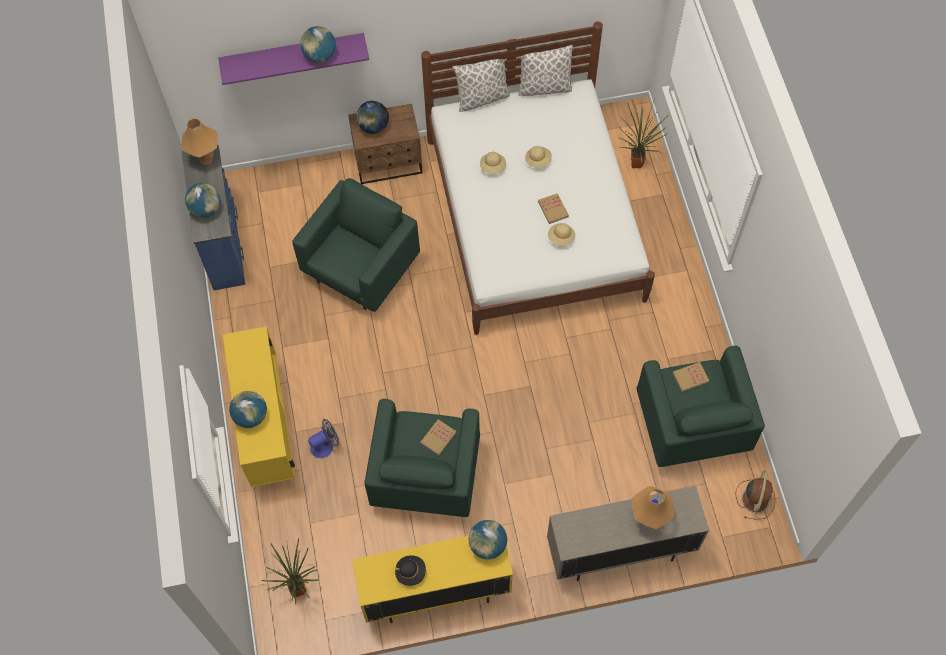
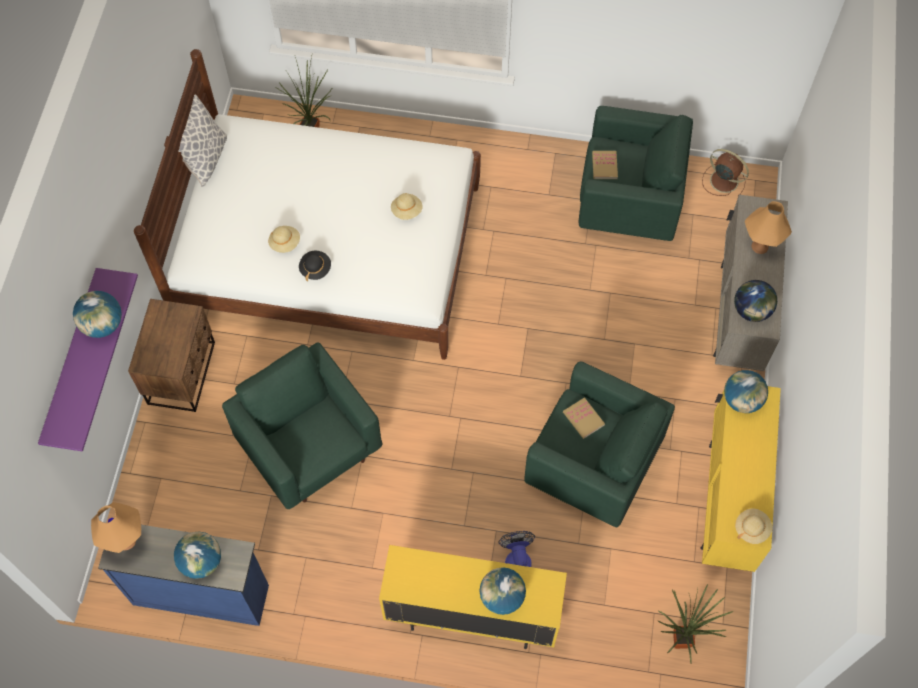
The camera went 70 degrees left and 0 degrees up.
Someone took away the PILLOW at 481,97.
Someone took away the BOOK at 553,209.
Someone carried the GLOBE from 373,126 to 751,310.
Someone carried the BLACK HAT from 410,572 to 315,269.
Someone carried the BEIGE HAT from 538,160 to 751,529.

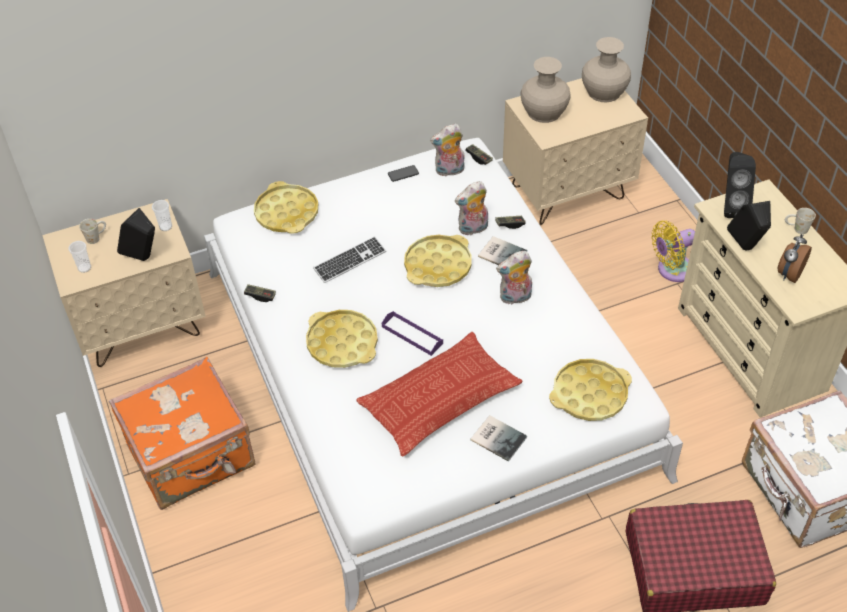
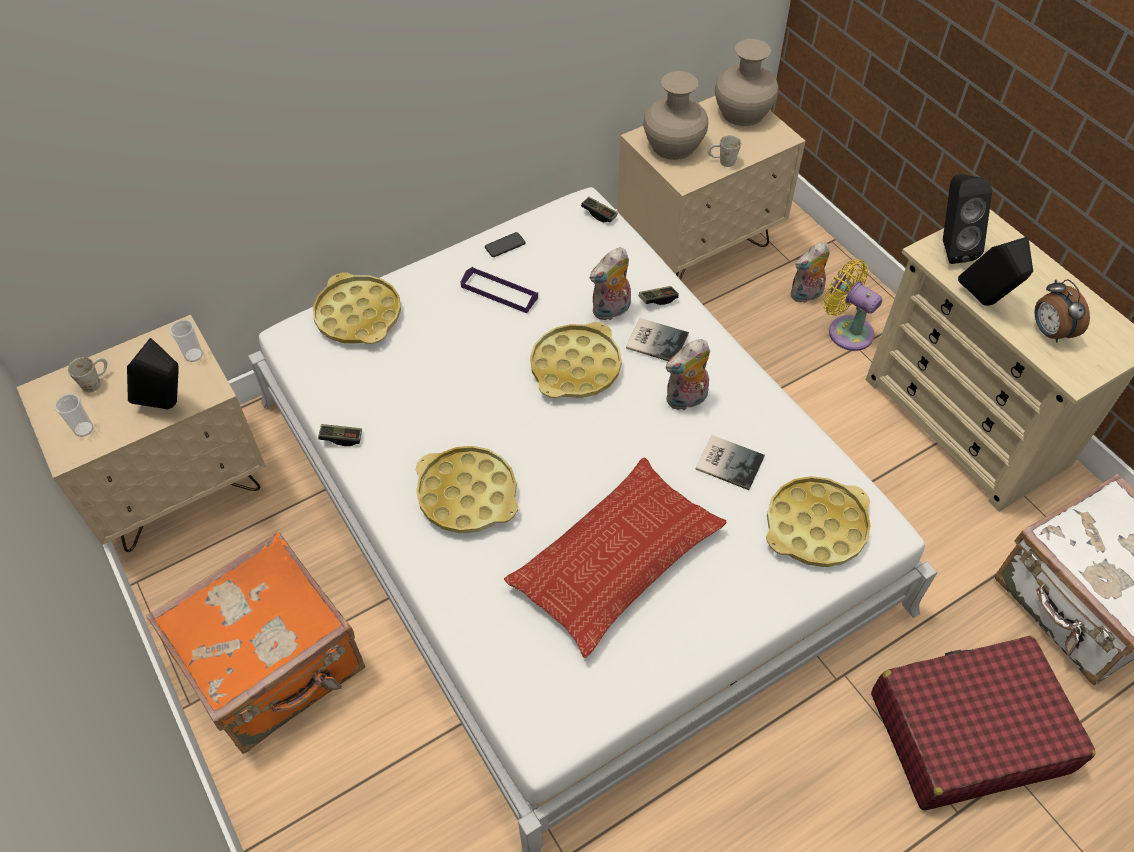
The camera went 10 degrees left and 5 degrees up.
Someone took away the KEYBOARD at 350,261.
Someone carried the PURPLE TRAY from 412,335 to 499,292.
Someone carried the PLUSH TOY from 449,171 to 806,295.
Someone carried the BOOK from 498,437 to 728,461.
Someone carried the WHITE MUG from 796,229 to 722,161.
Someone rotated the YELLOW FAN at 671,270 by 75 degrees clockwise.
Someone rotated the ALARM CLOCK at 788,274 by 45 degrees counterclockwise.

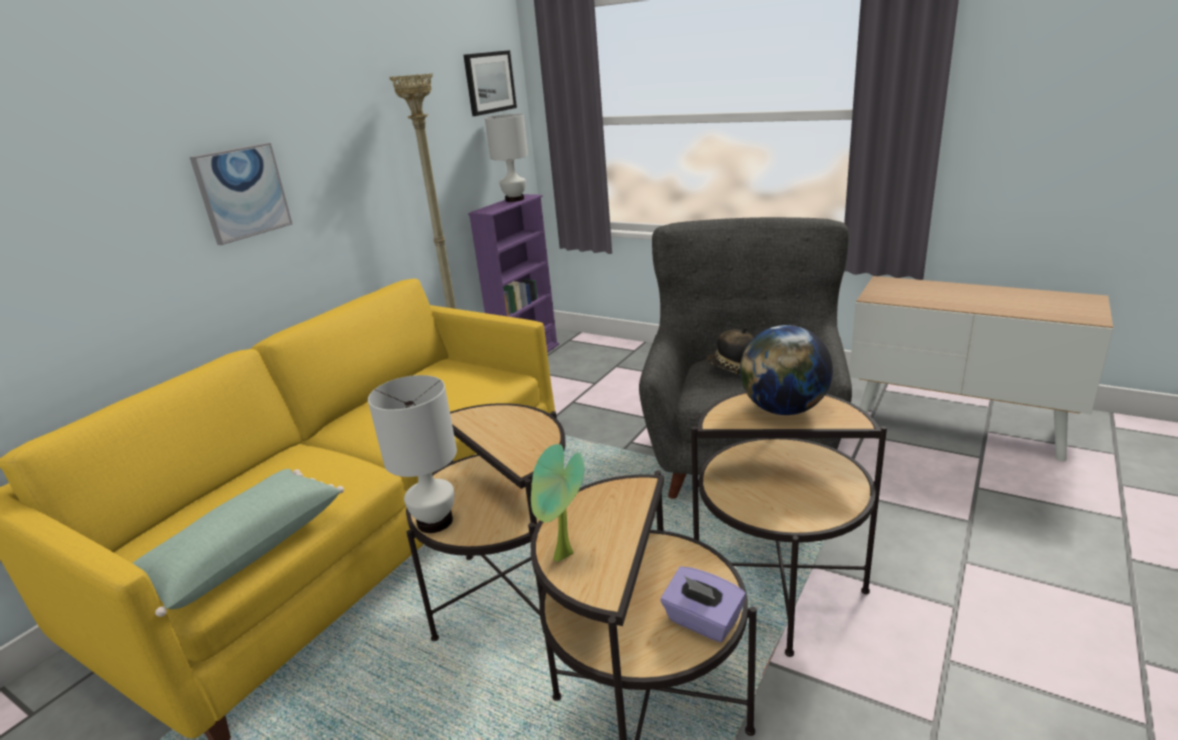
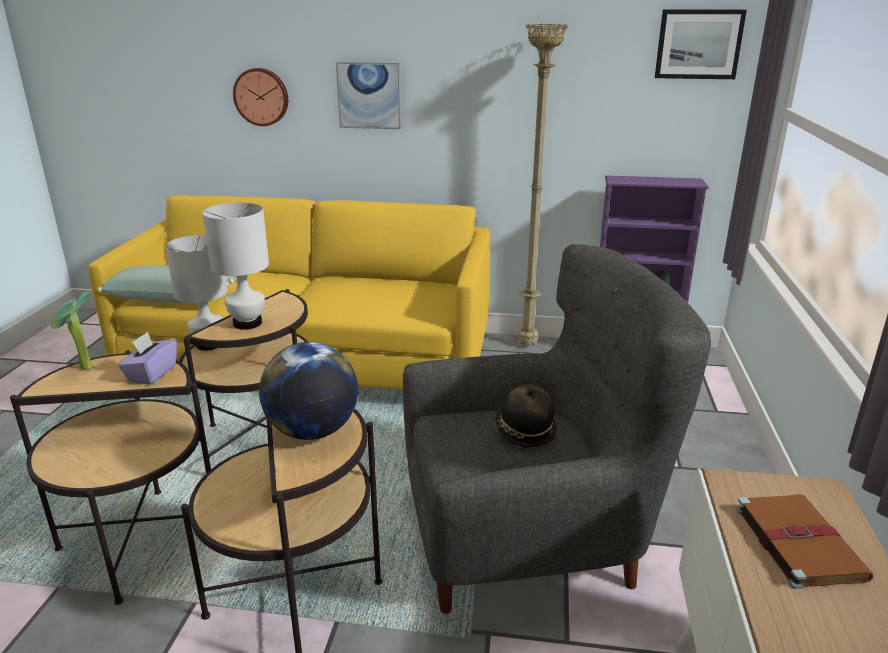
The camera went 65 degrees right and 0 degrees up.
Someone put up the WALL CLOCK at 261,97.
Someone put down the BROWN BOOK at 796,541.
Someone carried the WHITE TABLE LAMP from 515,199 to 247,323.
Someone carried the PURPLE TISSUE BOX from 702,621 to 152,374.

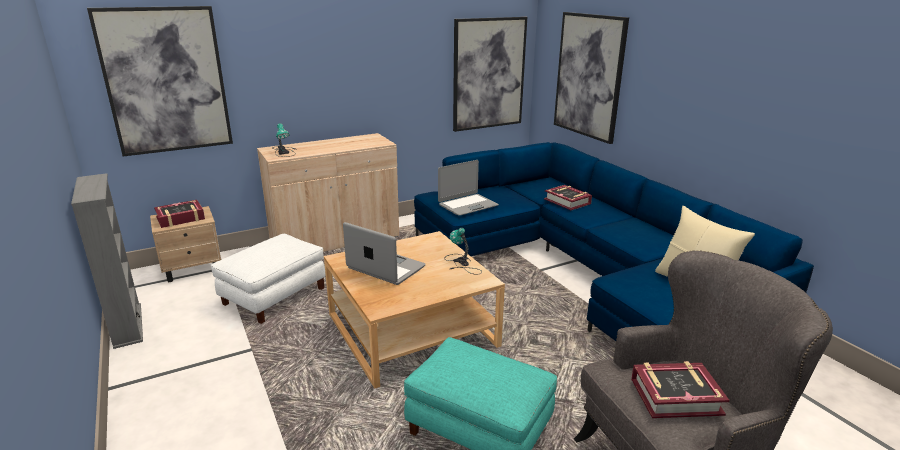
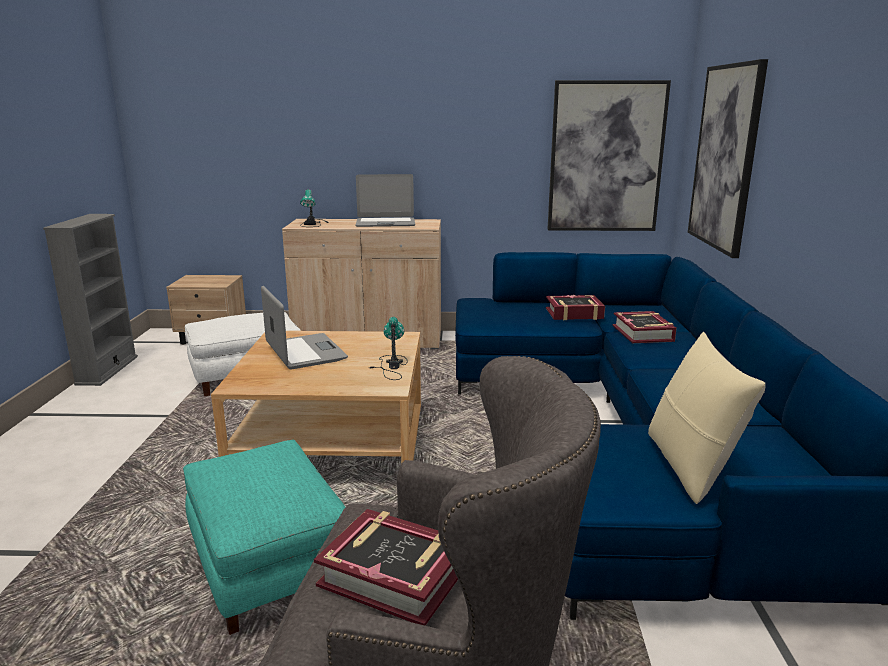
The camera went 30 degrees right and 5 degrees down.
Someone took away the PICTURE at 166,81.
Someone carried the BOOK from 180,218 to 574,313.
Someone carried the LAPTOP from 468,205 to 385,223.

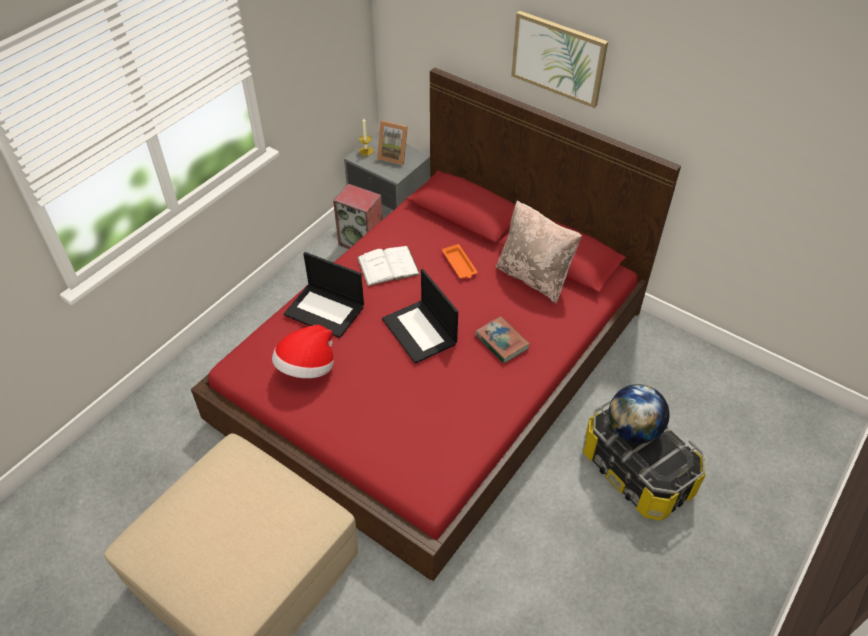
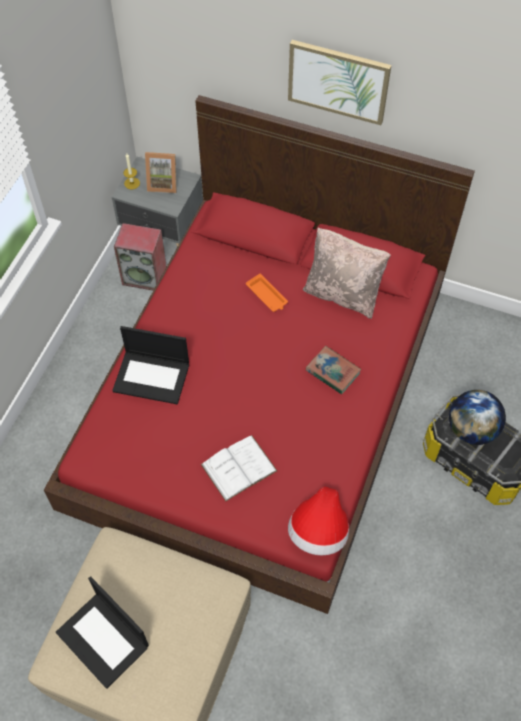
The camera went 15 degrees left and 10 degrees up.
Someone carried the HAT from 307,367 to 318,532.
Someone carried the WHITE BOOK from 388,266 to 239,467.
Someone carried the LAPTOP from 420,331 to 104,639.

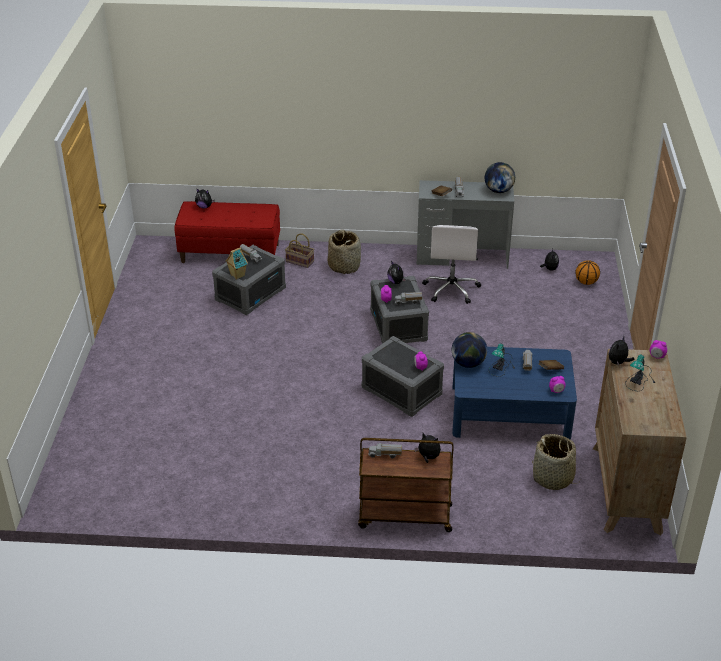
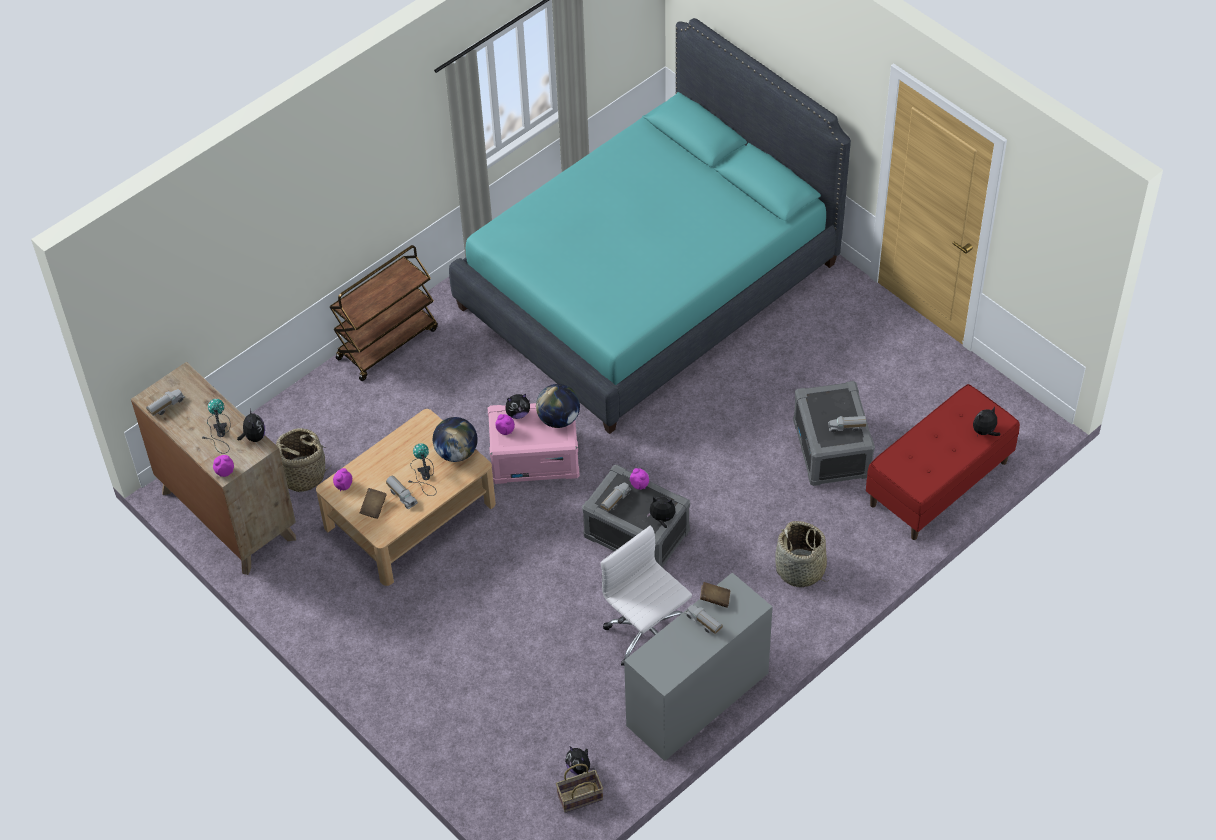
The camera went 135 degrees right and 15 degrees up.
Someone took away the TOY HOUSE at 237,275.
Someone took away the BASKETBALL at 586,282.
Someone put down the TURQUOISE BED at 649,285.
Someone carried the BASKET from 300,261 to 579,798.
Someone carried the TOY TRUCK from 385,455 to 166,406.
Someone carried the PLUSH TOY from 428,457 to 518,413.
Someone carried the GLOBE from 498,191 to 558,419.
Someone repainted the GREY STORAGE BOX at 401,391, which became the PINK STORAGE BOX at 535,457.
Someone repainted the BLUE COFFEE TABLE at 509,413, which became the BEIGE COFFEE TABLE at 410,515.

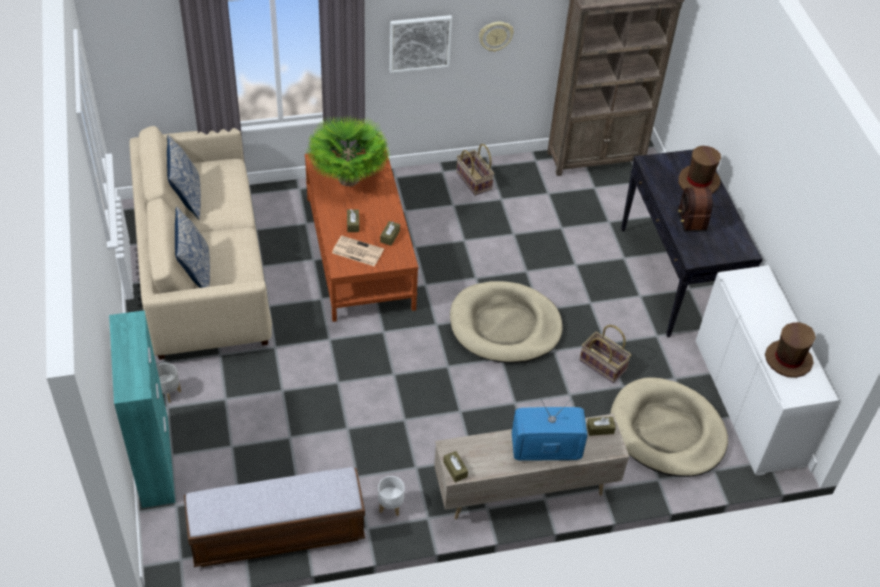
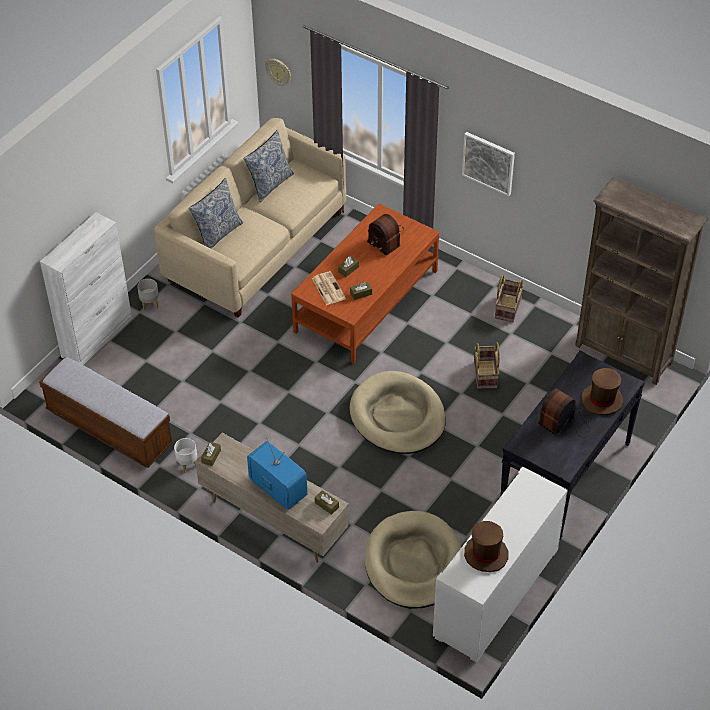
The camera went 50 degrees right and 0 degrees up.
Someone carried the WALL CLOCK from 495,35 to 278,71.
Someone carried the BASKET from 603,365 to 486,375.
Someone swapped the POTTED PLANT at 349,178 for the RADIO at 385,238.
Someone repainted the TURQUOISE CABINET at 155,461, which became the WHITE CABINET at 97,337.

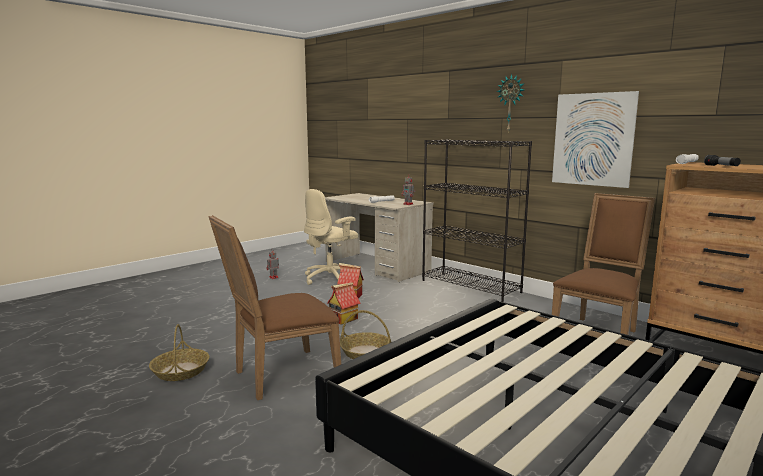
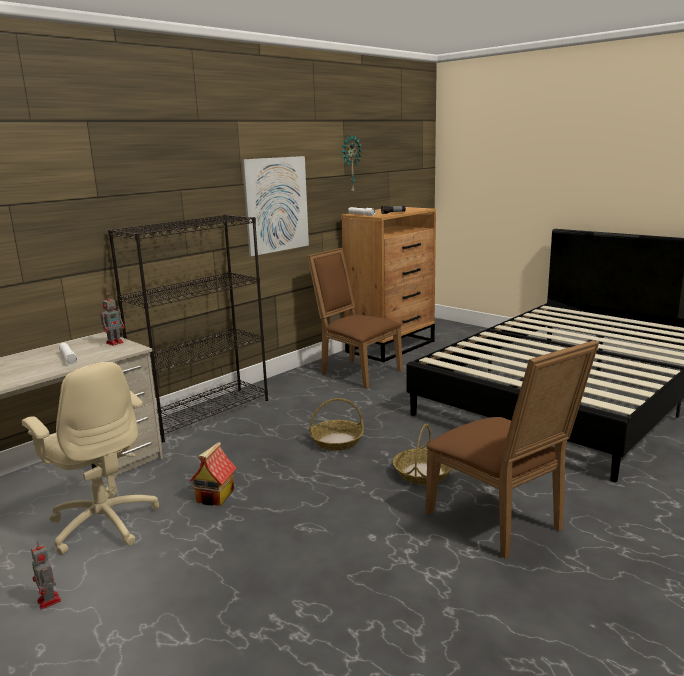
The camera went 90 degrees left and 5 degrees up.
Someone took away the TOY HOUSE at 343,319.
Someone carried the BASKET from 180,371 to 337,441.
Someone carried the WALL CLOCK from 511,103 to 350,164.

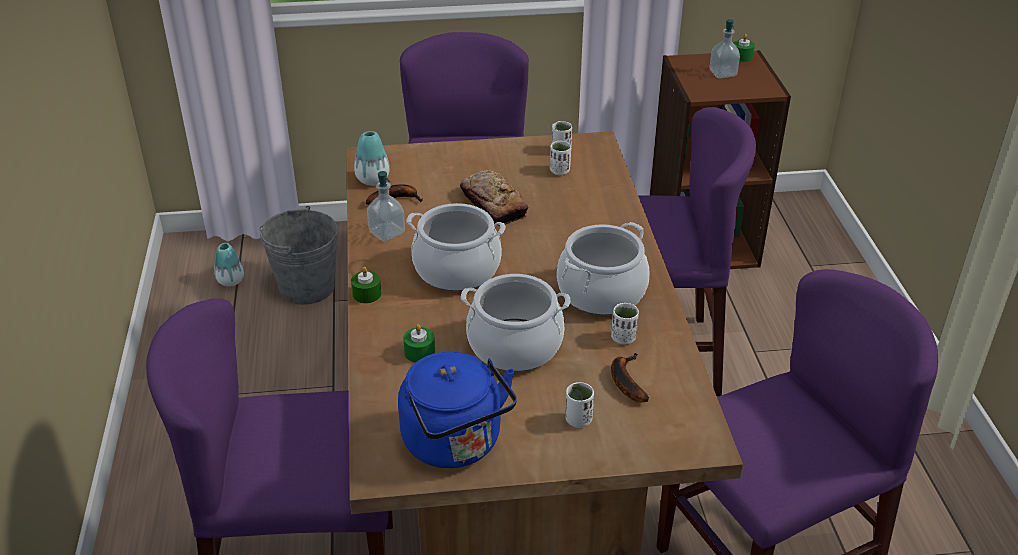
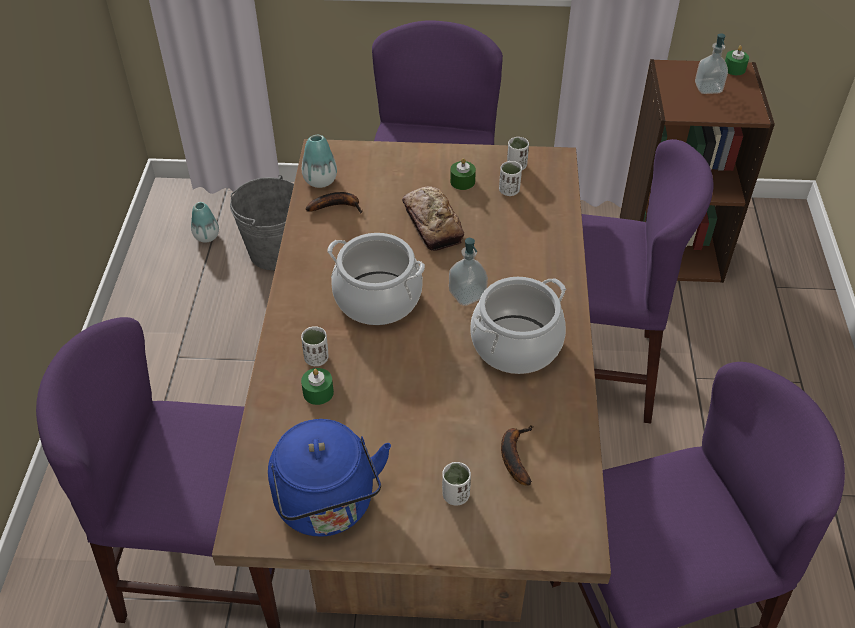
The camera went 10 degrees right and 10 degrees up.
Someone took away the COOKING POT at 515,345.
Someone carried the GREEN CANDLE from 367,294 to 462,181.
Someone carried the SOAP DISPENSER from 387,233 to 467,294.
Someone carried the WHITE CUP from 623,338 to 316,358.

